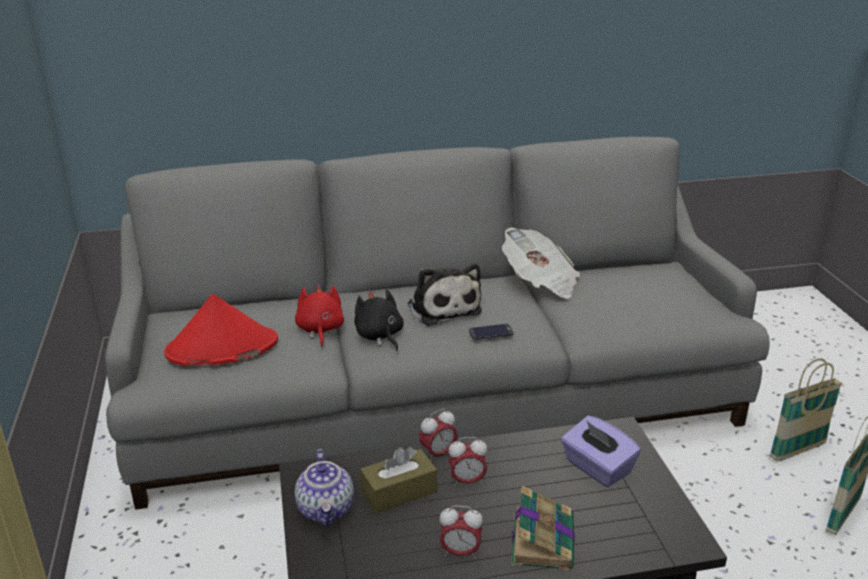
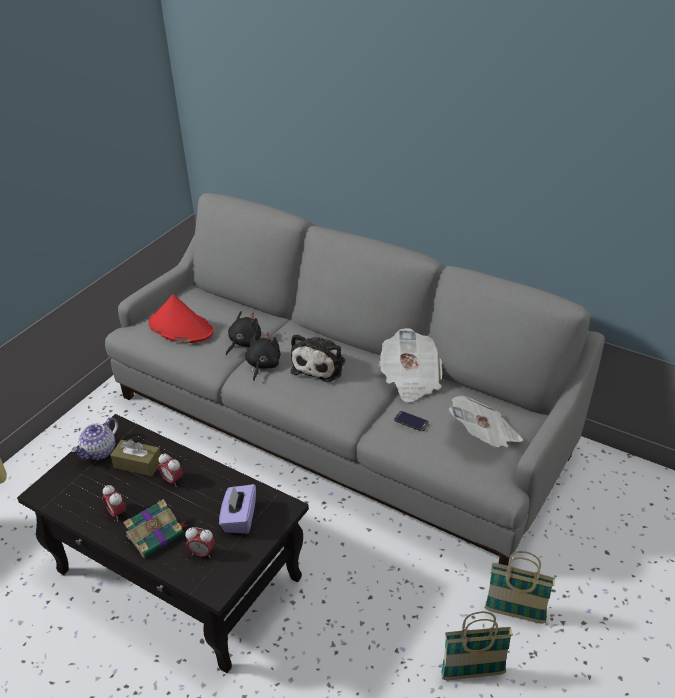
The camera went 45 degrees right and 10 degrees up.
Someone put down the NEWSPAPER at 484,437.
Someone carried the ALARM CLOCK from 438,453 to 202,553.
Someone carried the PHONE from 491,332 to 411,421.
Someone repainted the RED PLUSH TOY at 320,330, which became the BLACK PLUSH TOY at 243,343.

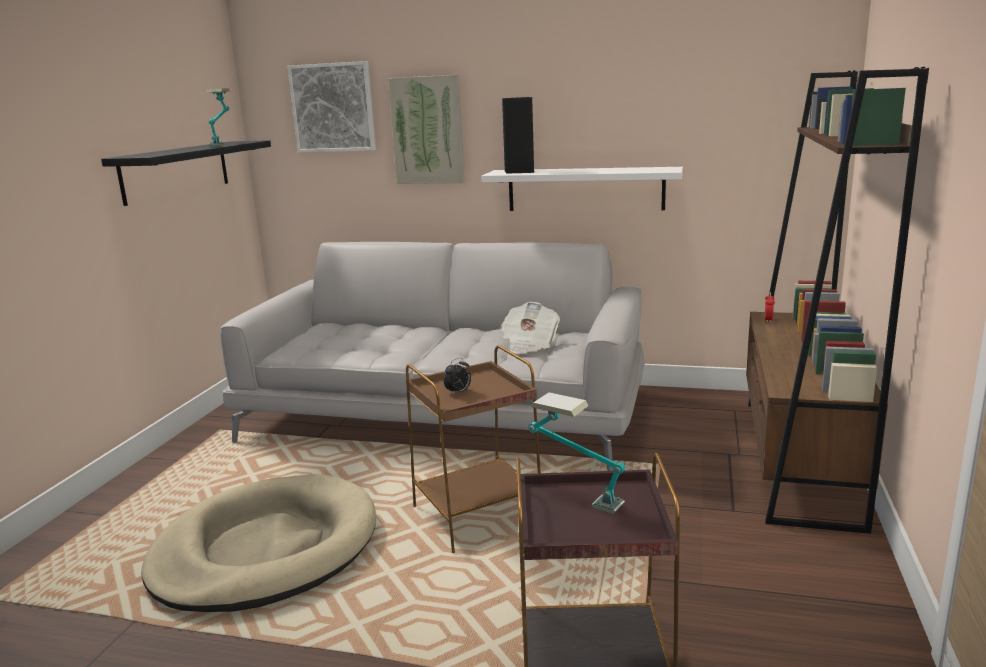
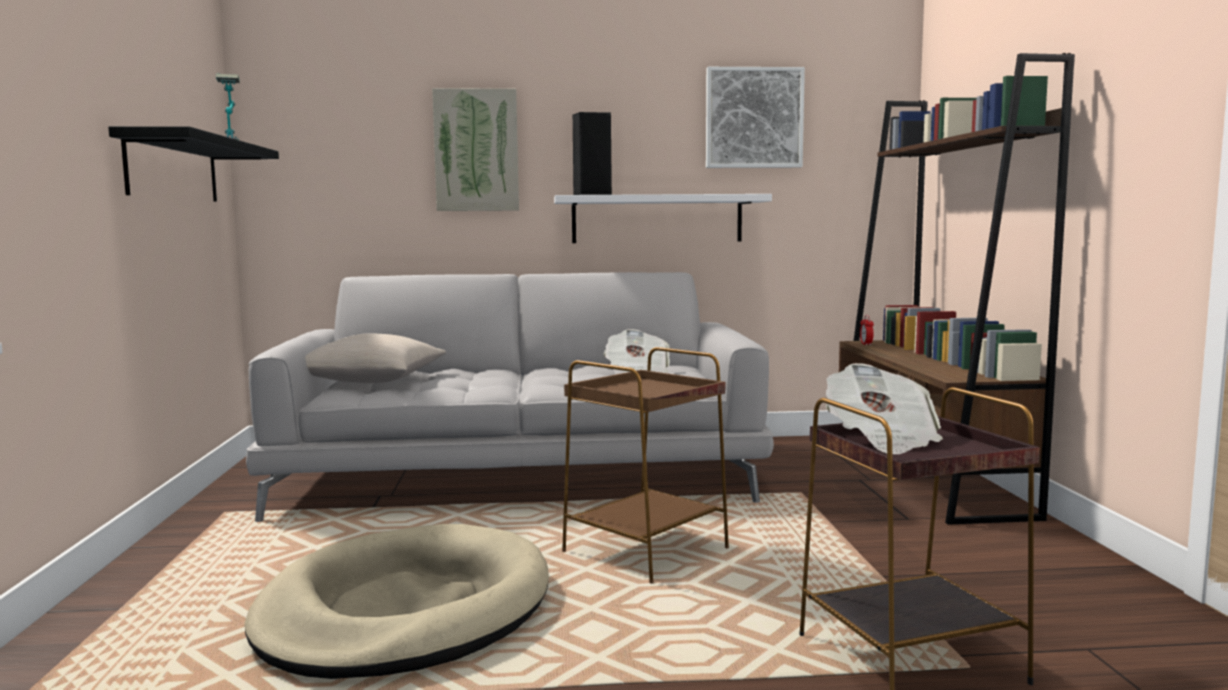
The camera went 20 degrees left and 10 degrees down.
Someone took away the ALARM CLOCK at 458,392.
Someone put down the BEIGE PILLOW at 372,381.
Someone carried the PICTURE from 333,108 to 754,118.
Someone swapped the TABLE LAMP at 575,496 for the NEWSPAPER at 881,439.

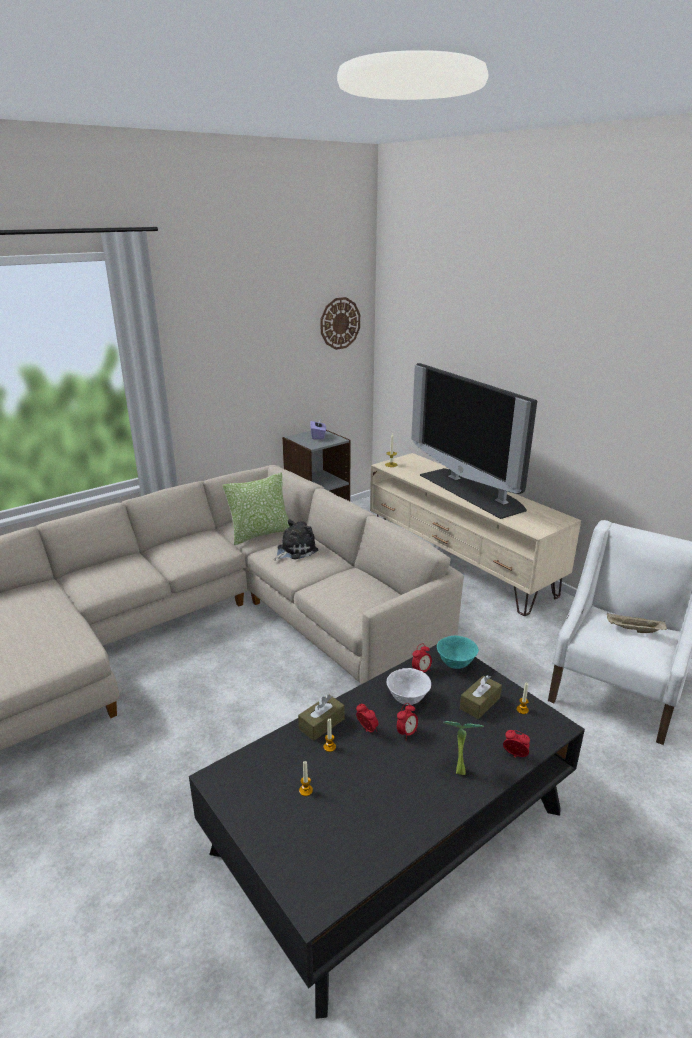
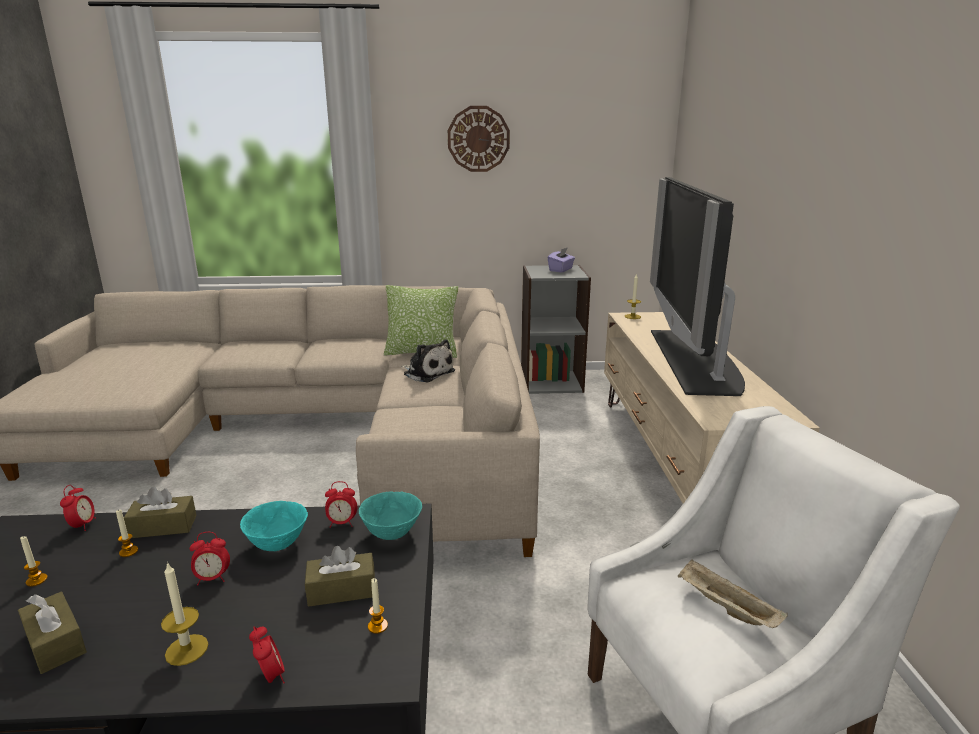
The camera went 35 degrees right and 5 degrees down.
Someone put down the BROWN TISSUE BOX at 55,643.
Someone carried the WALL CLOCK from 340,323 to 478,139.
Someone carried the ALARM CLOCK from 367,730 to 83,525.
Someone swapped the POTTED PLANT at 458,769 for the CANDLE at 186,649.
Someone repainted the WHITE BOWL at 408,699, which became the TURQUOISE BOWL at 278,545.
Someone rotated the PLUSH TOY at 295,550 by 45 degrees clockwise.

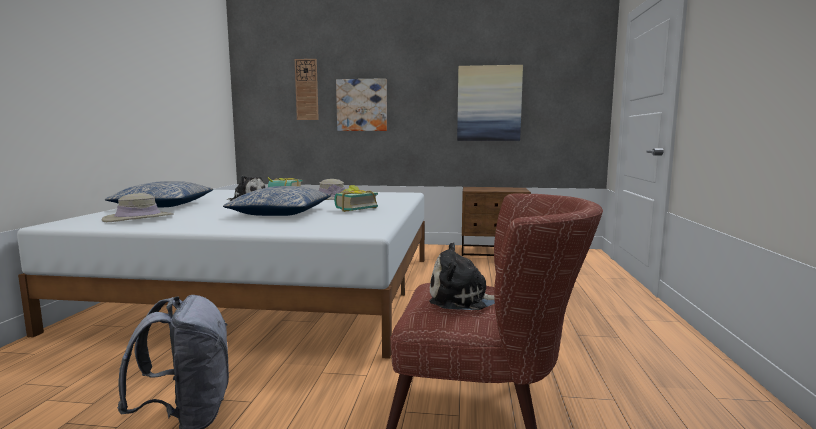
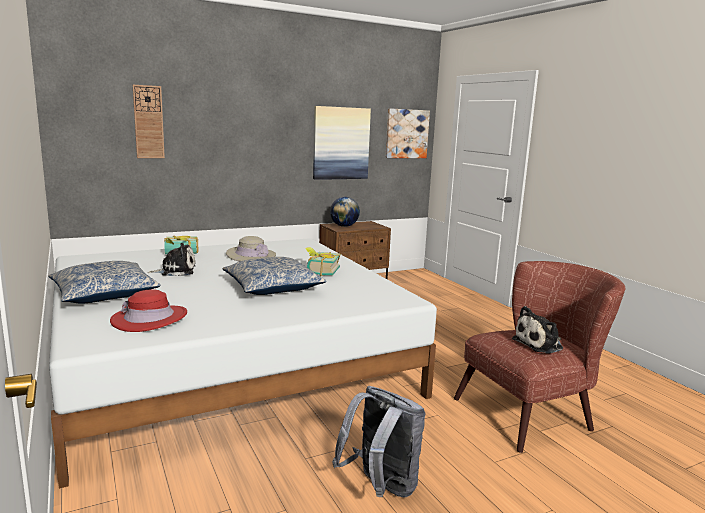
The camera went 35 degrees left and 5 degrees up.
Someone put down the GLOBE at 344,226.
Someone carried the PICTURE from 362,105 to 406,133.
Someone repainted the BEIGE HAT at 138,218, which became the RED HAT at 149,319.

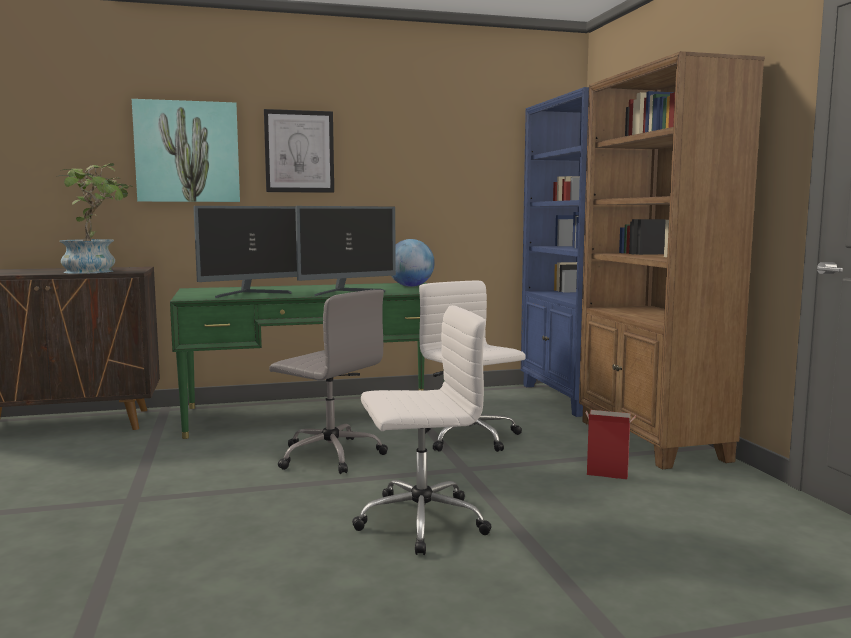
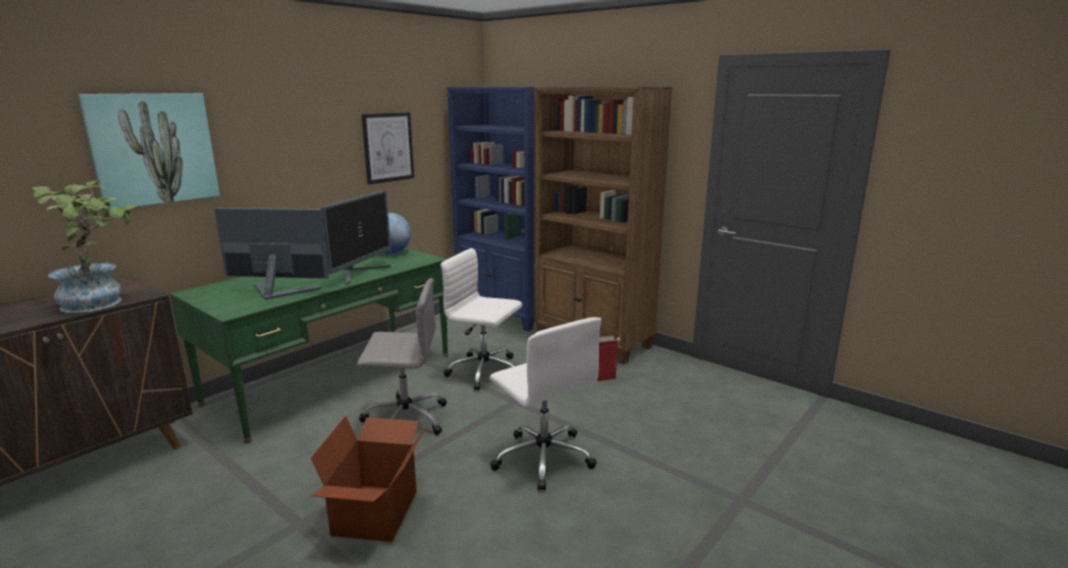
The camera went 35 degrees left and 10 degrees up.
Someone put down the CARDBOARD BOX at 377,513.
Someone carried the PICTURE from 299,151 to 388,147.
Someone rotated the MONITOR at 251,294 by 105 degrees counterclockwise.
Someone rotated the WHITE OFFICE CHAIR at 419,522 by 105 degrees clockwise.

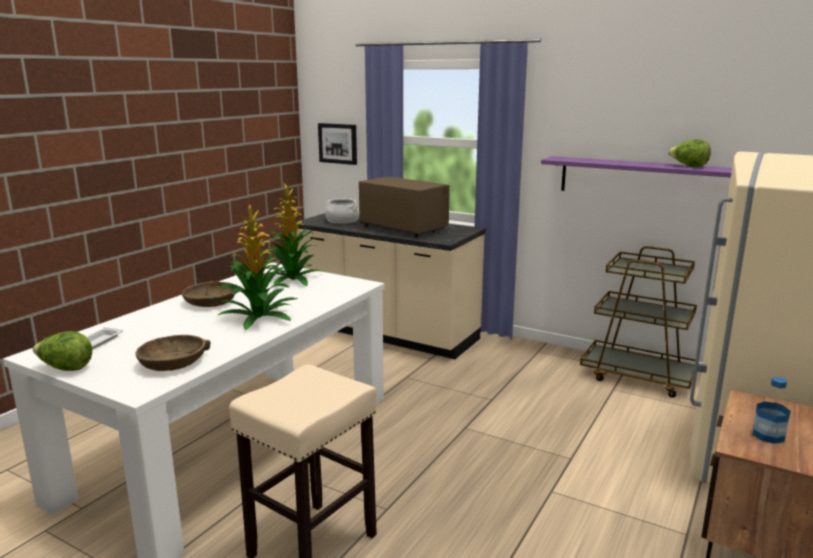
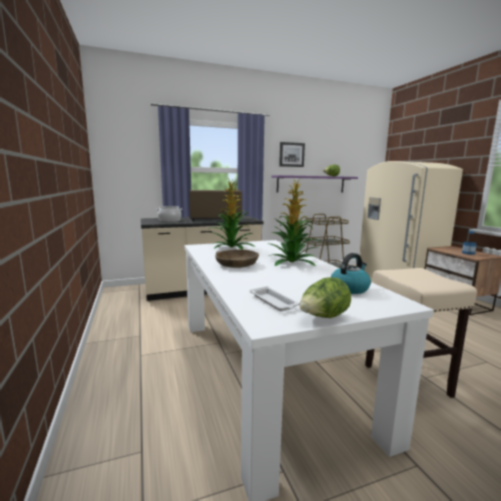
The camera went 50 degrees left and 5 degrees down.
Someone carried the PICTURE from 338,143 to 291,154.
Someone swapped the BROWN BOWL at 173,362 for the KETTLE at 349,288.

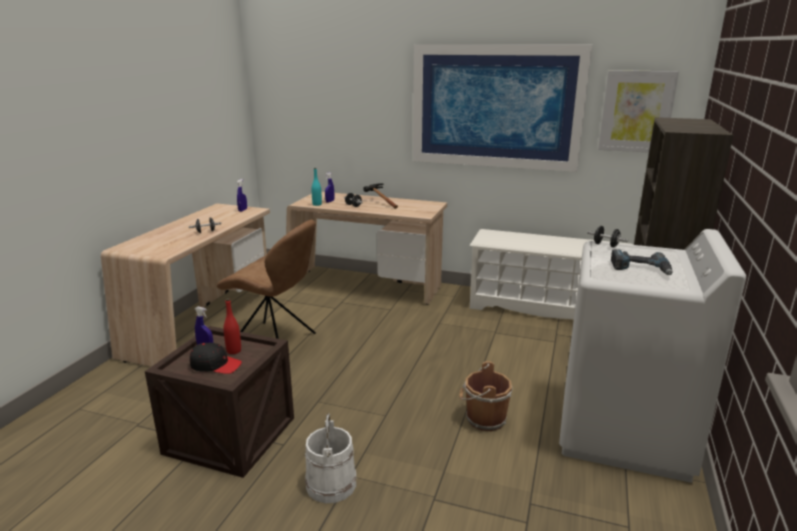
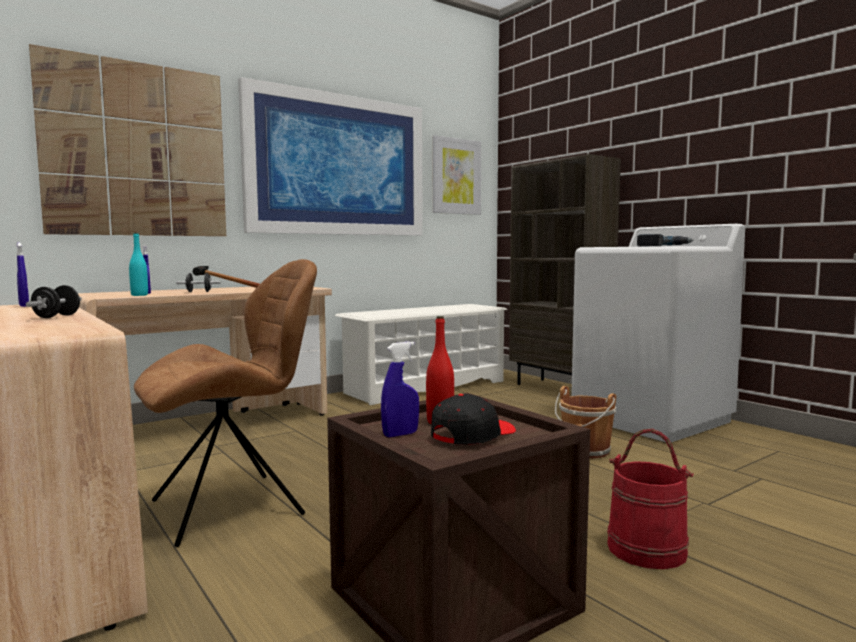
The camera went 55 degrees left and 15 degrees down.
Someone took away the BLACK DUMBBELL at 605,245.
Someone put up the PICTURE at 136,150.
Someone repainted the WHITE BUCKET at 331,484, which became the RED BUCKET at 647,549.

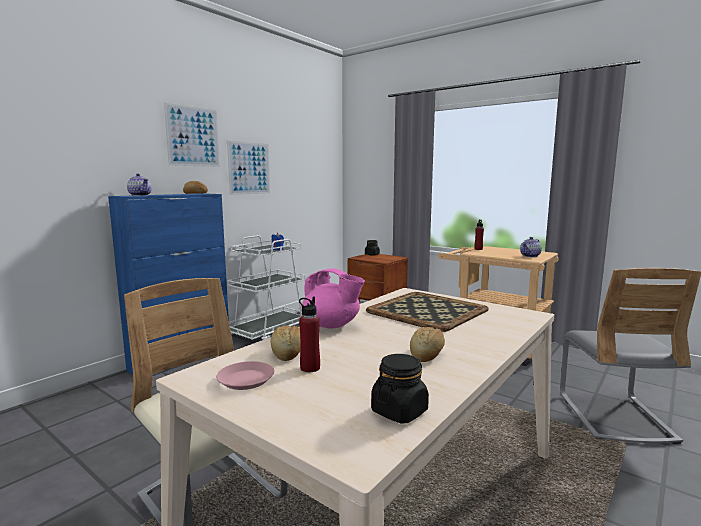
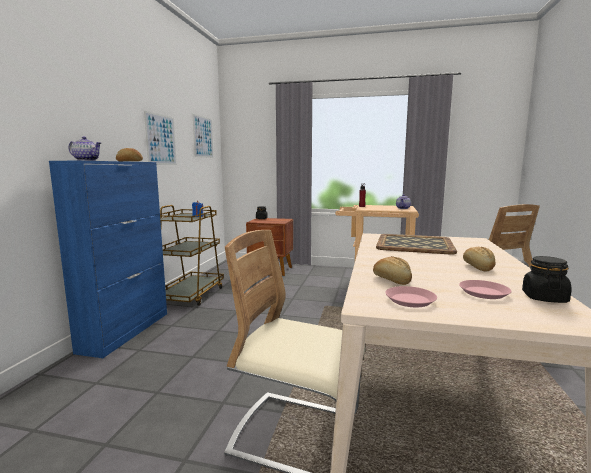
The camera went 25 degrees left and 0 degrees up.
Someone took away the RED BOTTLE at 310,368.
Someone took away the PINK TEAPOT at 332,325.
Someone put down the PINK PLATE at 483,293.
Someone carried the PICTURE from 193,136 to 203,137.
Someone repainted the WHITE CART at 269,332, which became the BROWN CART at 191,295.

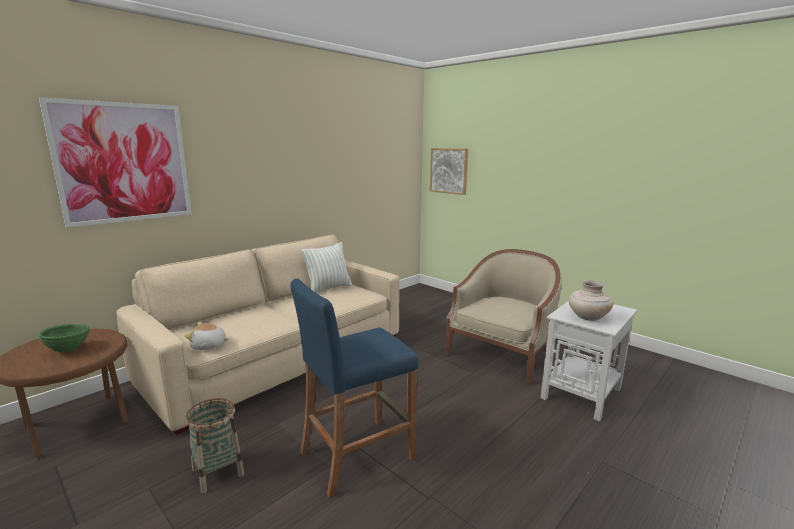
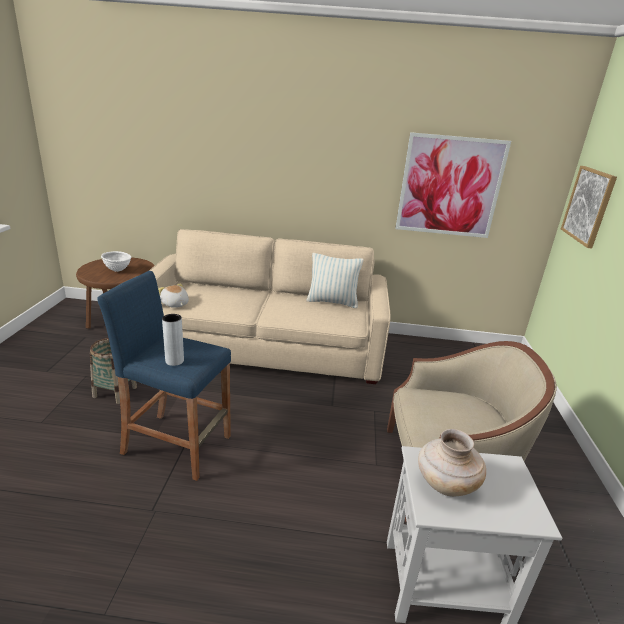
The camera went 50 degrees right and 10 degrees up.
Someone put down the GREY VASE at 174,361.
Someone carried the PICTURE from 124,163 to 450,186.
Someone repainted the GREEN BOWL at 69,350, which became the WHITE BOWL at 118,270.

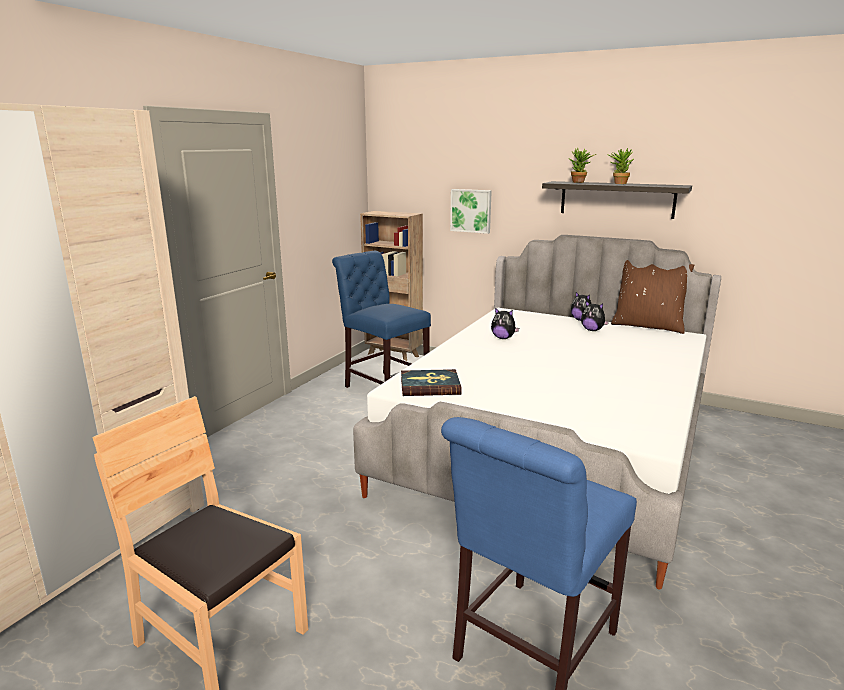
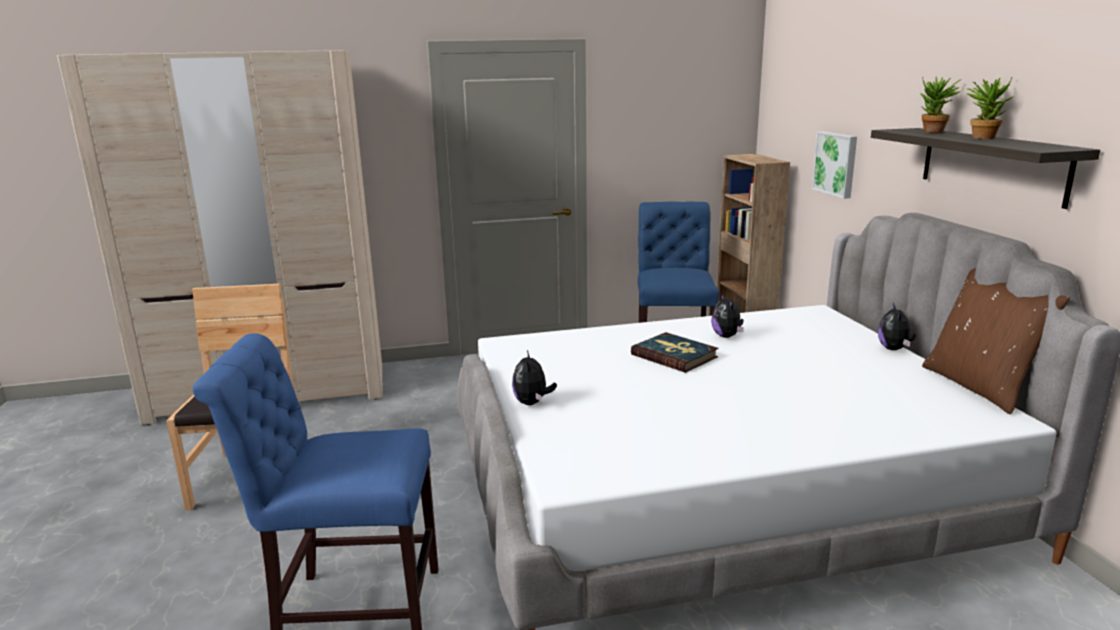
The camera went 50 degrees right and 0 degrees up.
Someone carried the BOOK from 430,386 to 674,356.
Someone carried the PLUSH TOY from 592,330 to 532,403.

